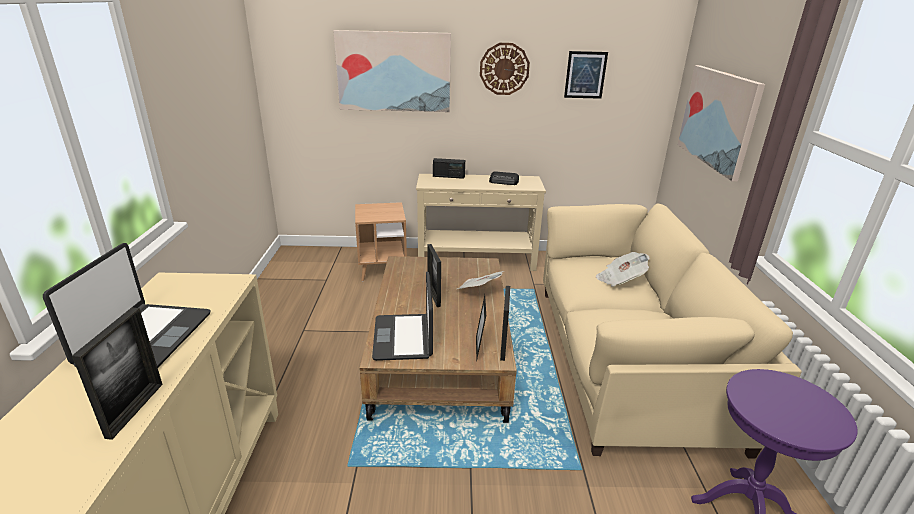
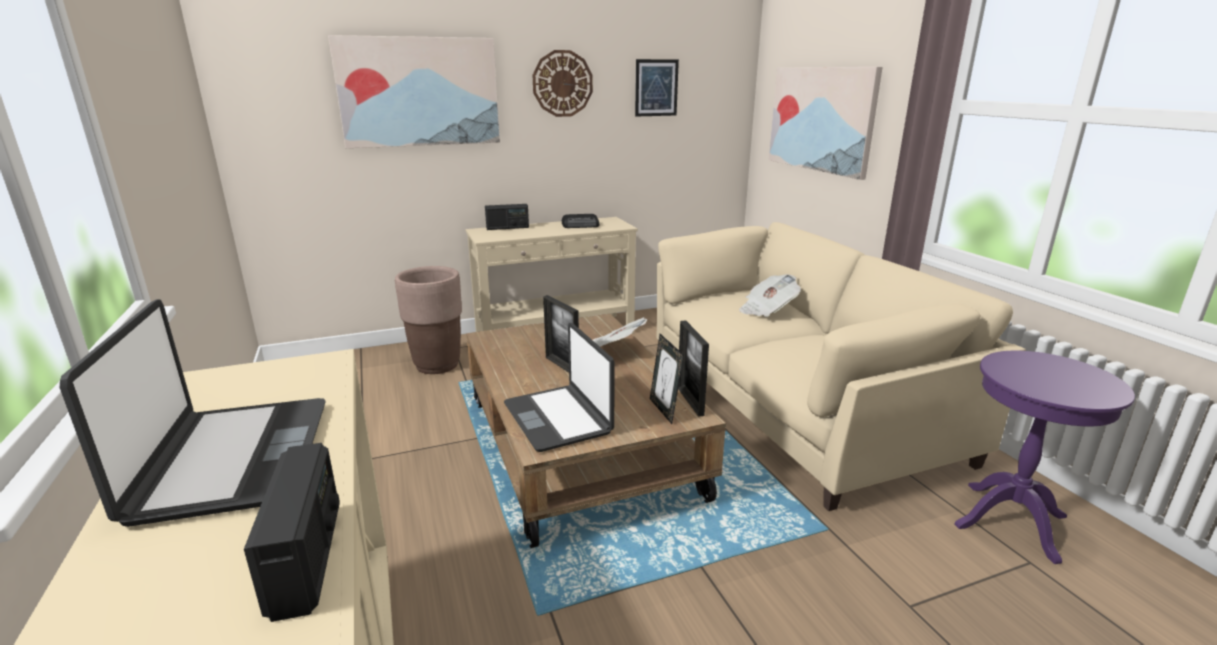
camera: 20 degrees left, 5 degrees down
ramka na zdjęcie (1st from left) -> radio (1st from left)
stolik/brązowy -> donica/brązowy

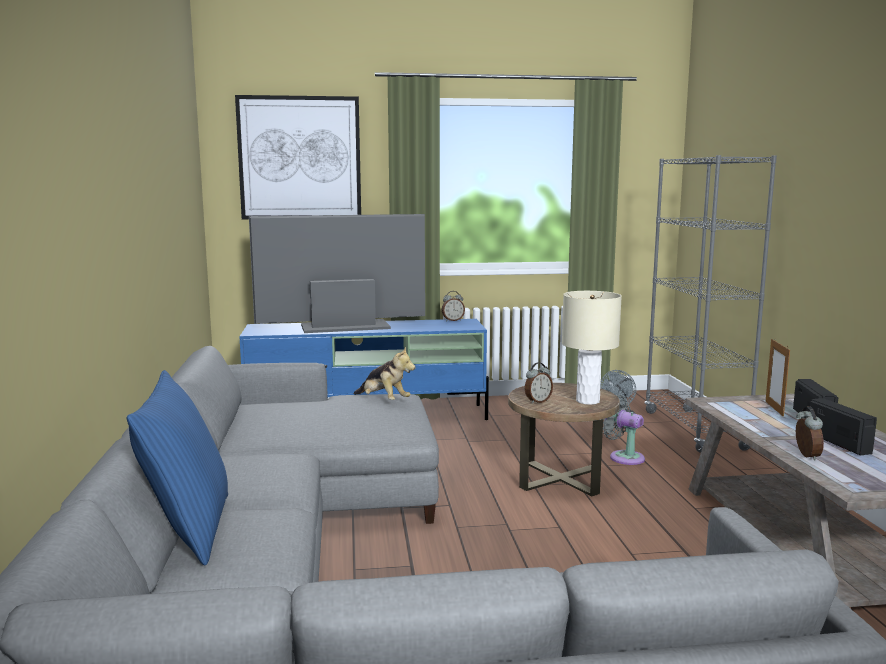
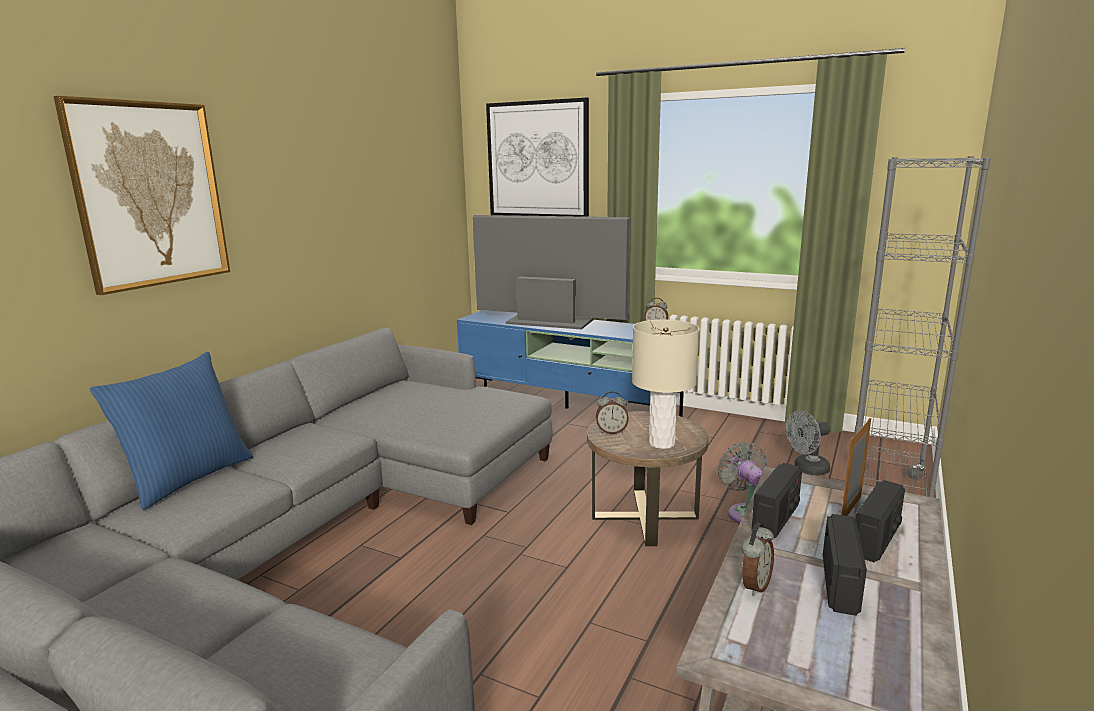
camera: 35 degrees right, 5 degrees up
pluszak -> none
none -> obraz (1st from left)
none -> radio (1st from left)

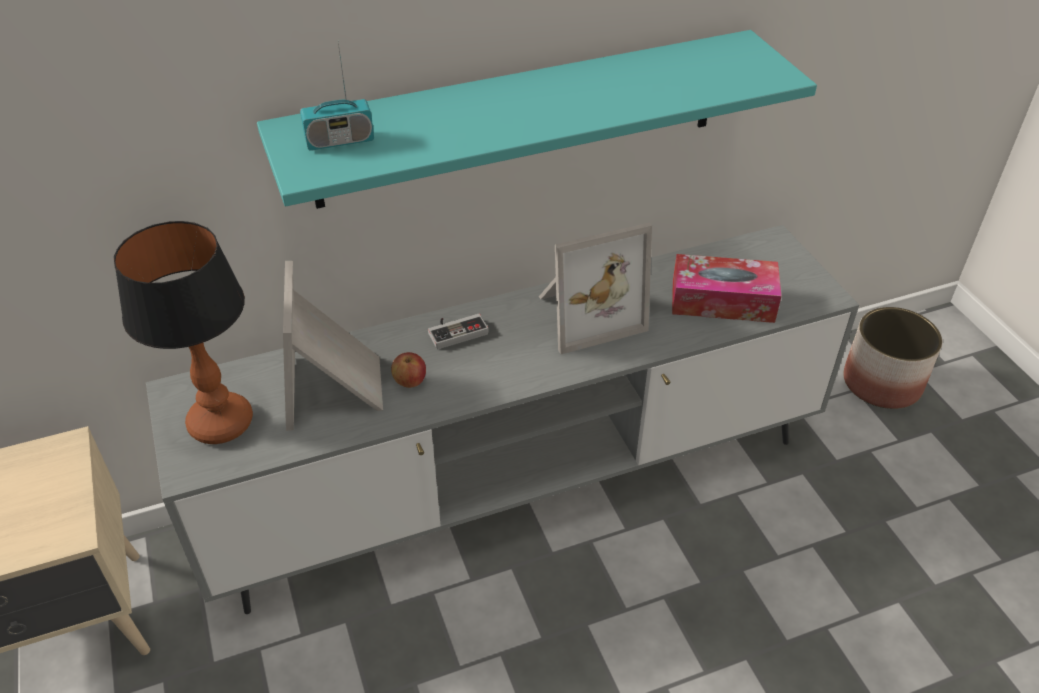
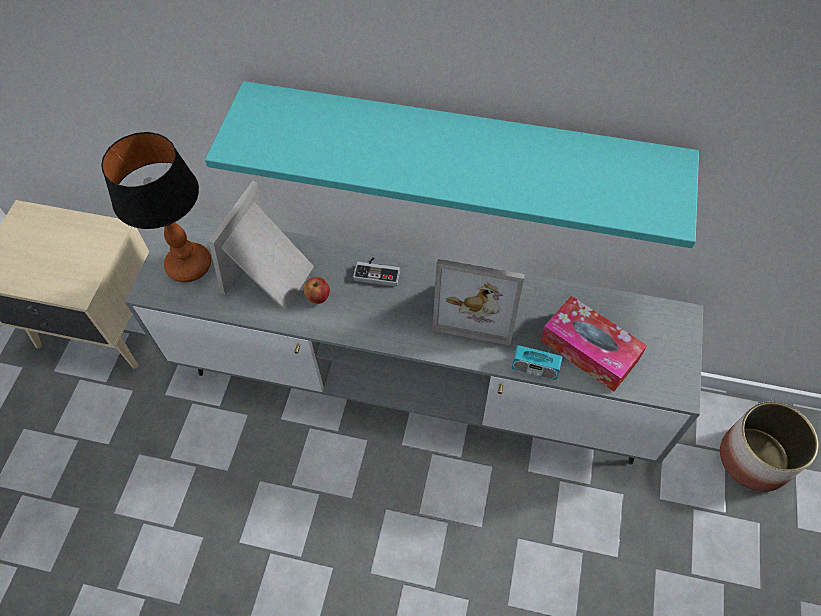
camera: 35 degrees right, 15 degrees up
radio, moved

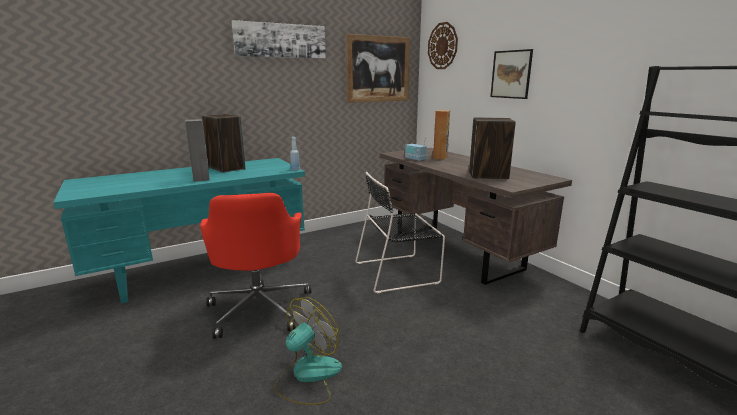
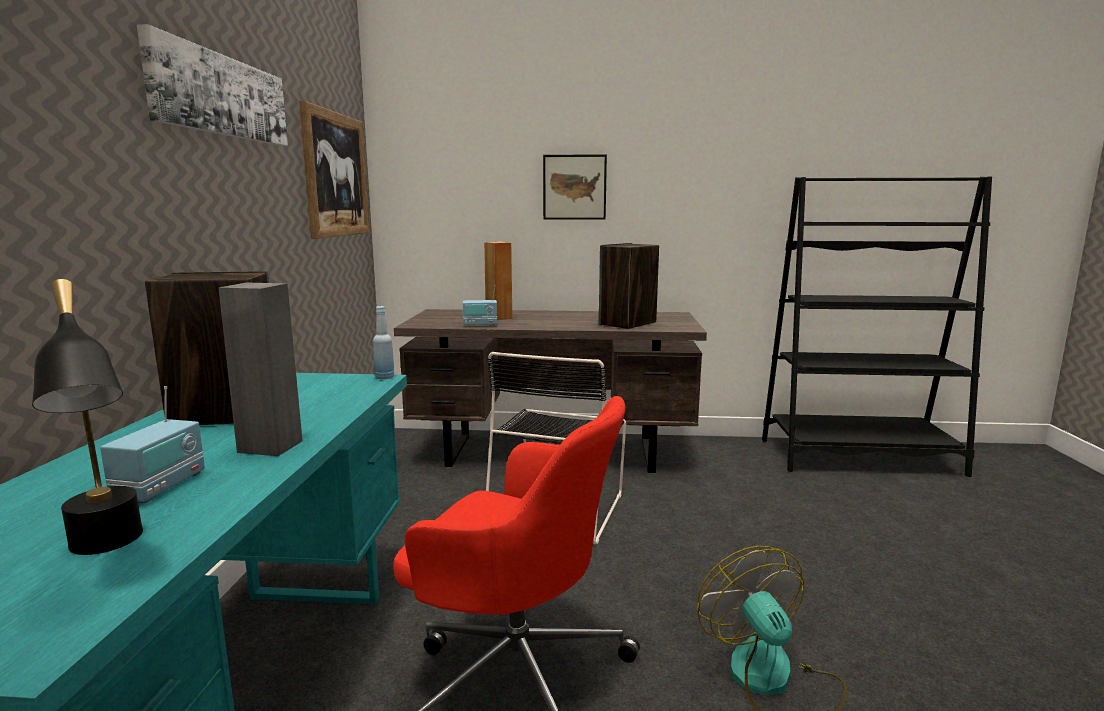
camera: 55 degrees left, 5 degrees down
zegar ścienny -> none
none -> lampa stołowa/czarny
none -> radio (1st from left)

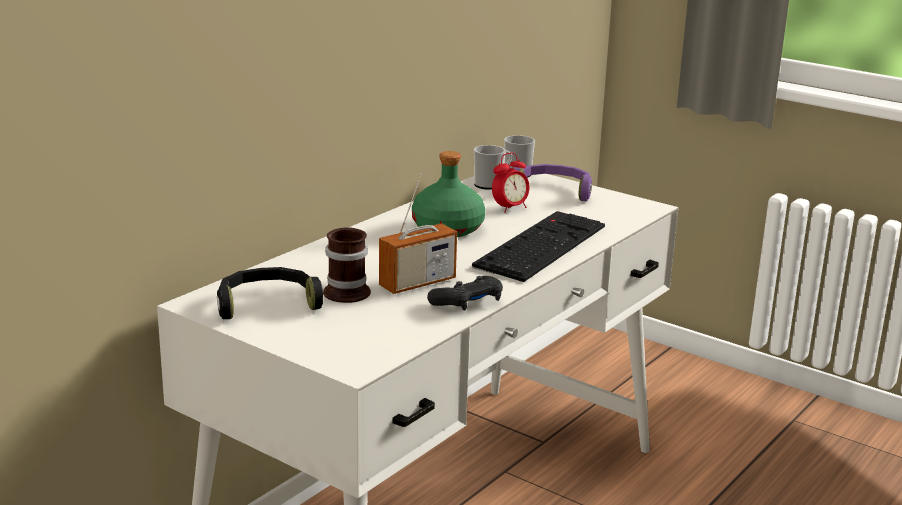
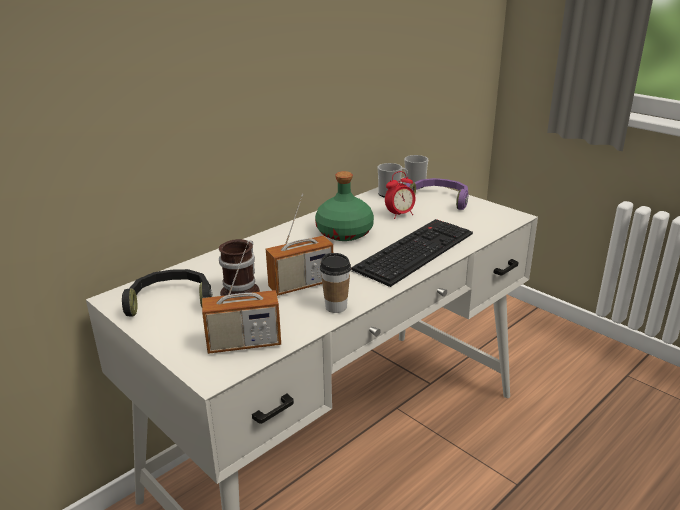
camera: 10 degrees right, 5 degrees up
none -> radio (1st from left)
pad do gier/czarny -> filiżanka

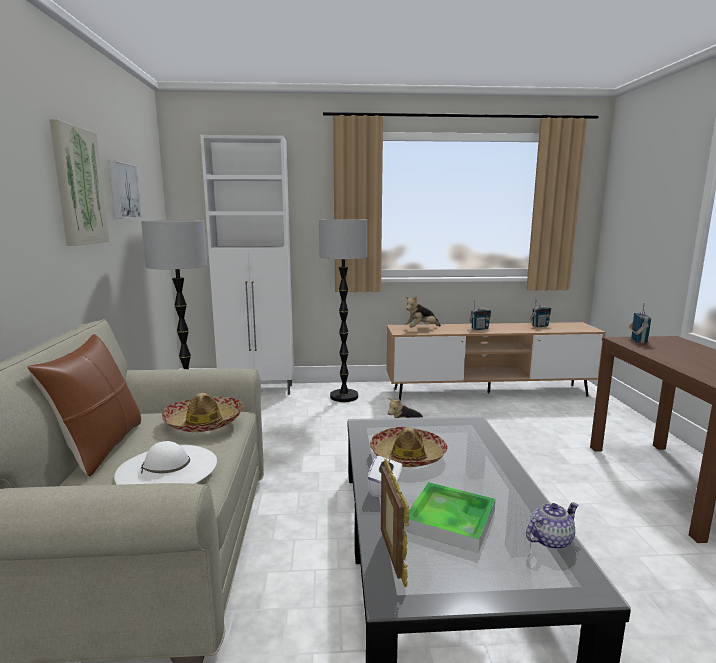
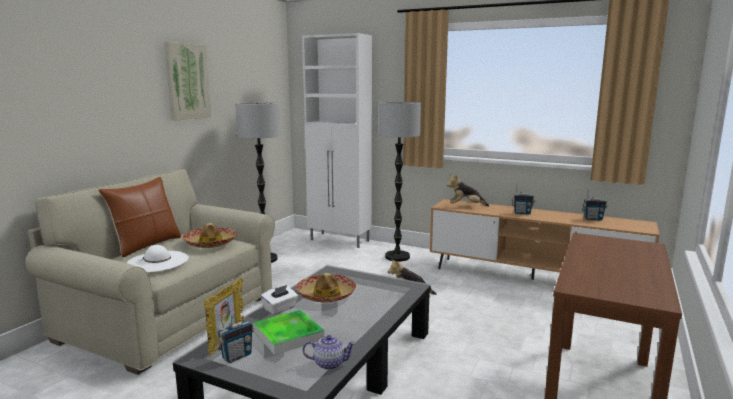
camera: 30 degrees right, 0 degrees up
obraz (2nd from left) -> none
radio (3rd from left in the first image) -> radio (1st from left), moved

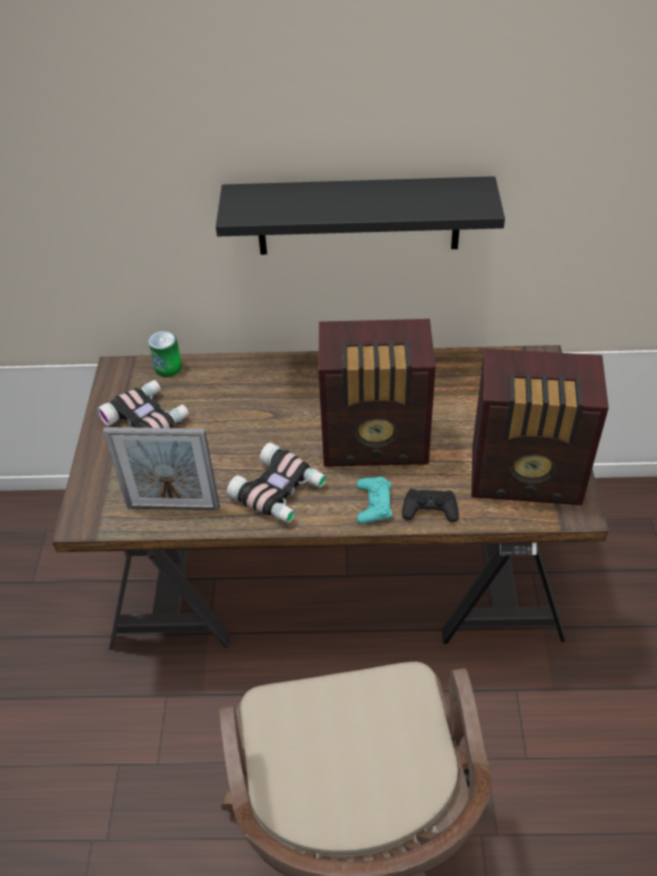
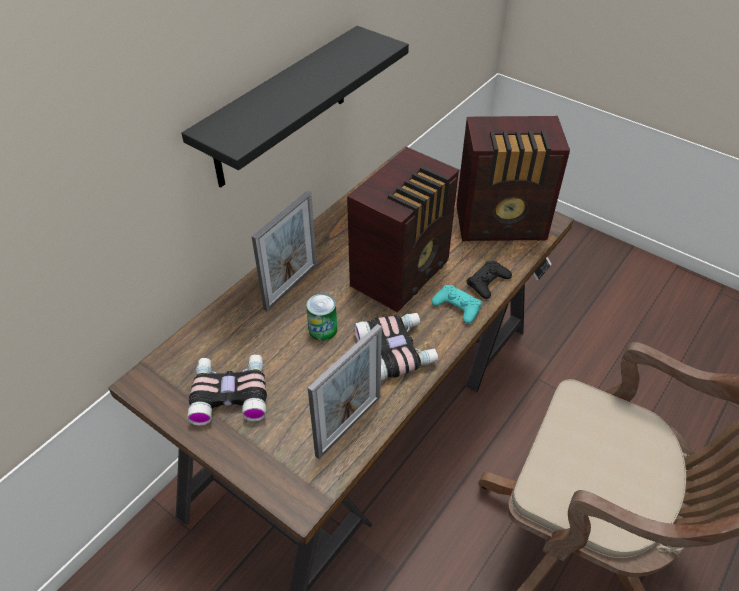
camera: 55 degrees left, 0 degrees up
none -> ramka na zdjęcie (1st from left)
puszka, moved
radio (2nd from left), 45 degrees clockwise

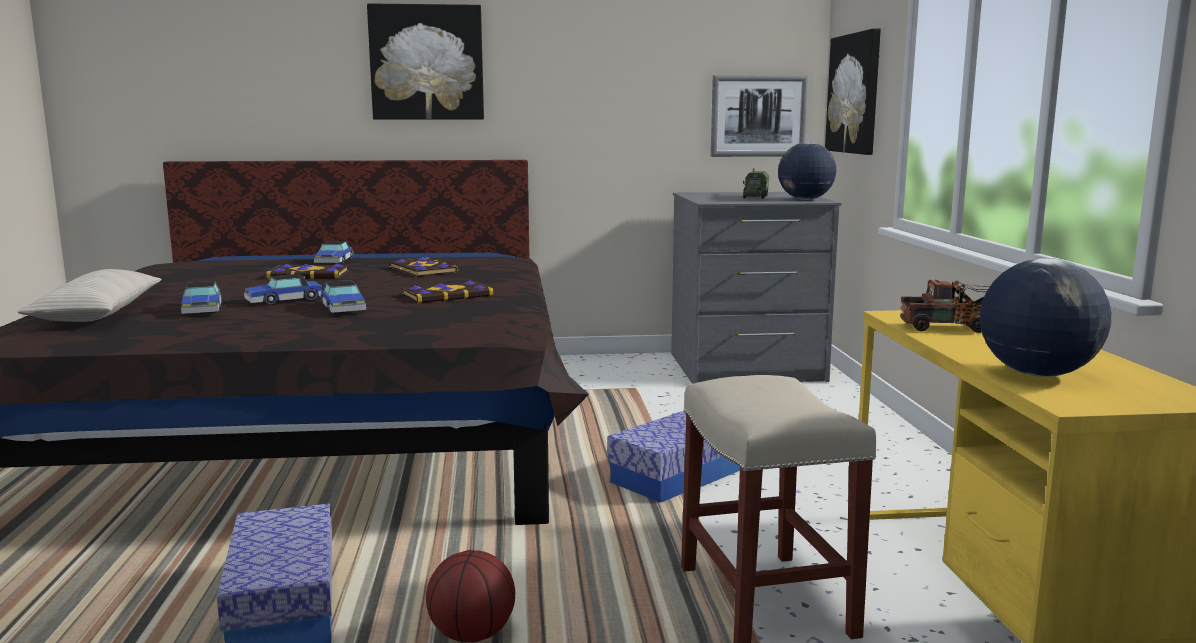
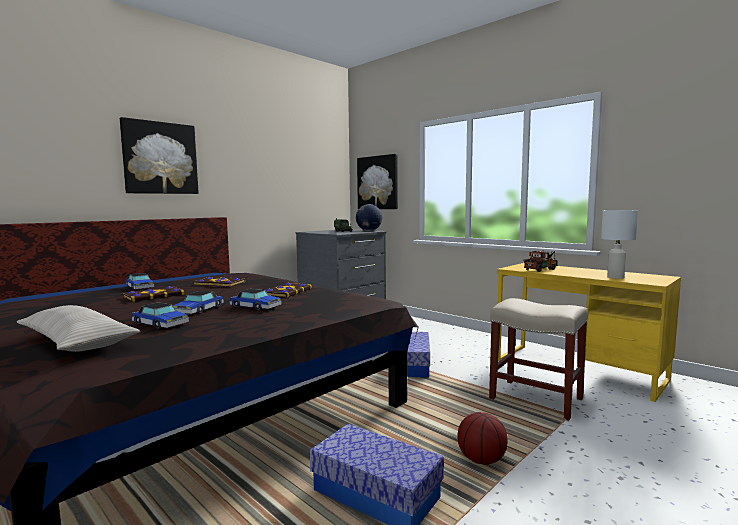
camera: 40 degrees left, 5 degrees down
obraz (2nd from left) -> none
globus (2nd from left) -> lampa stołowa/biały

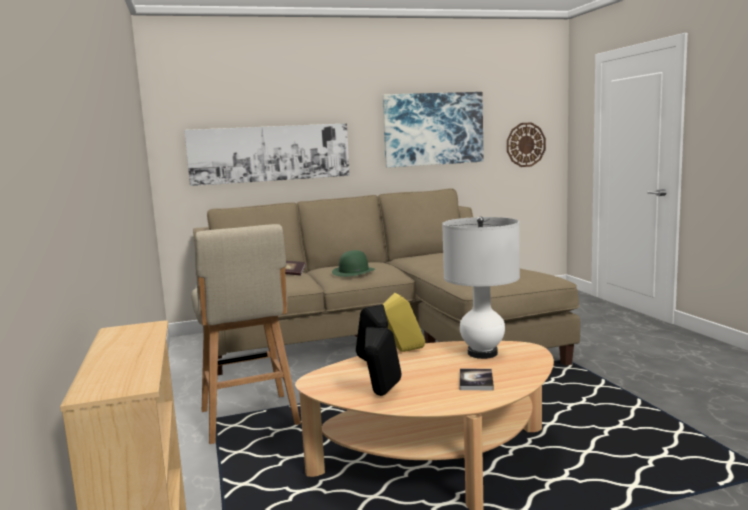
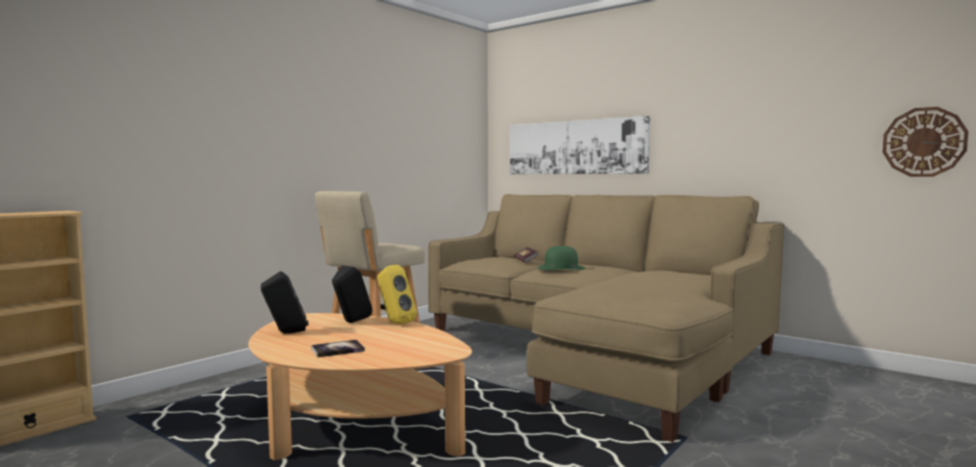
camera: 55 degrees right, 5 degrees down
obraz (2nd from left) -> none
lampa stołowa/biały -> none

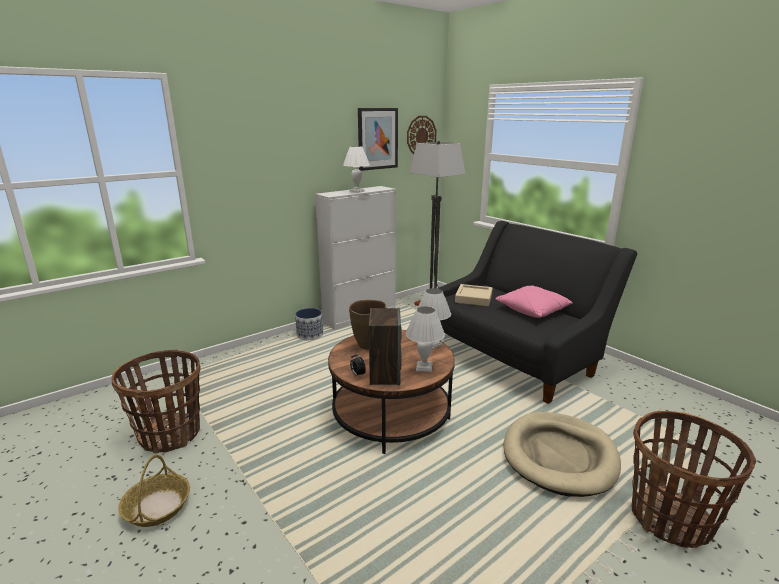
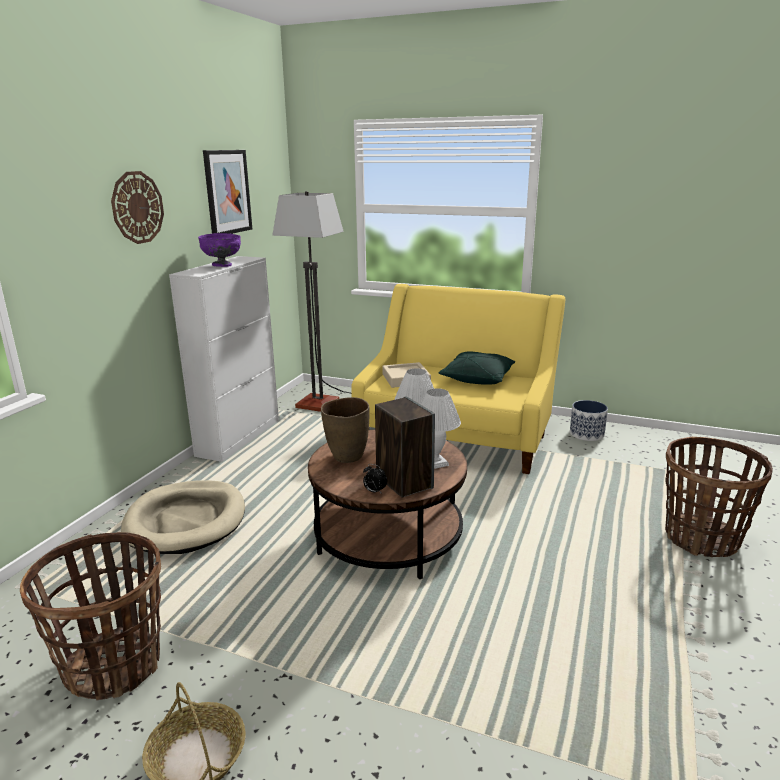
camera: 30 degrees left, 0 degrees up
donica, moved
zegar ścienny, moved
legowisko/beżowy, moved
lampa stołowa/biały (1st from left) -> miska/fioletowy
kanapa/czarny -> kanapa/żółty
poduszka/różowy -> poduszka/zielony

